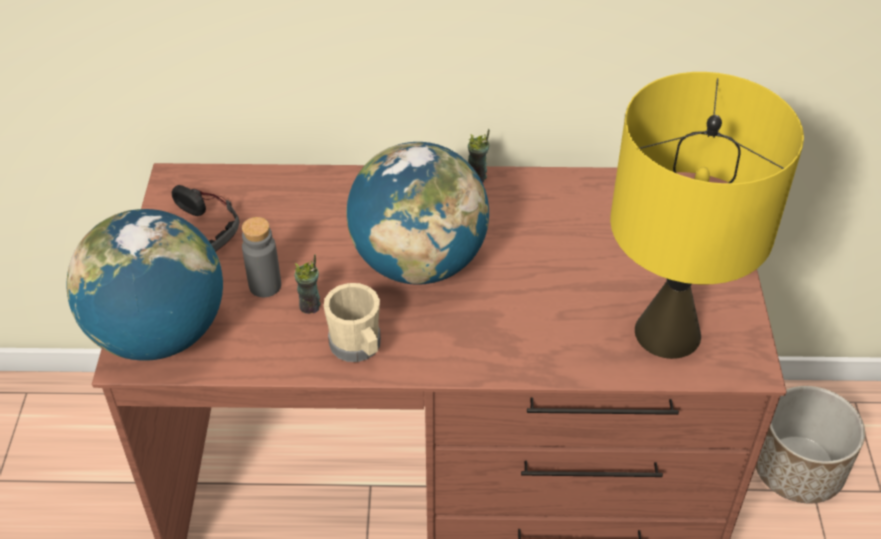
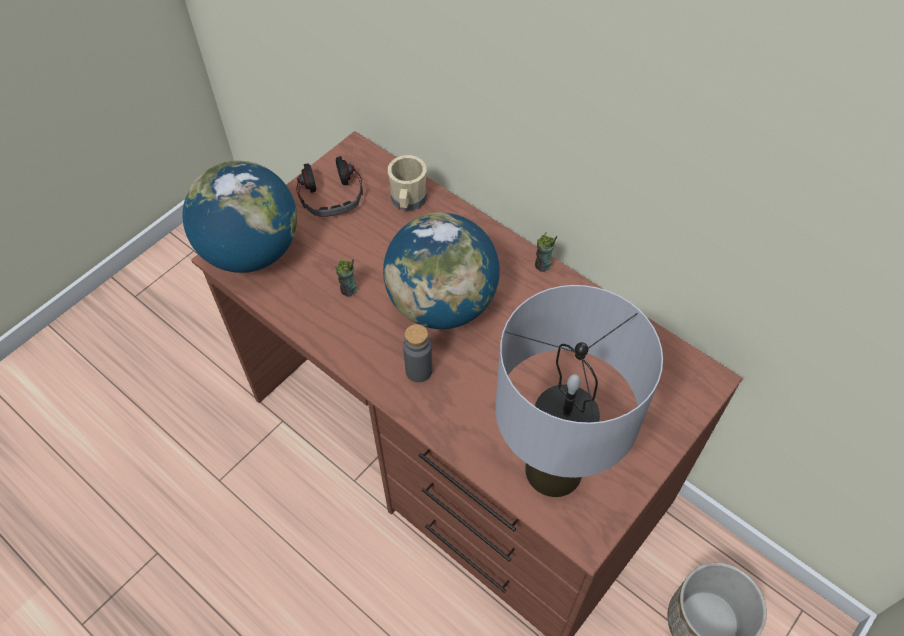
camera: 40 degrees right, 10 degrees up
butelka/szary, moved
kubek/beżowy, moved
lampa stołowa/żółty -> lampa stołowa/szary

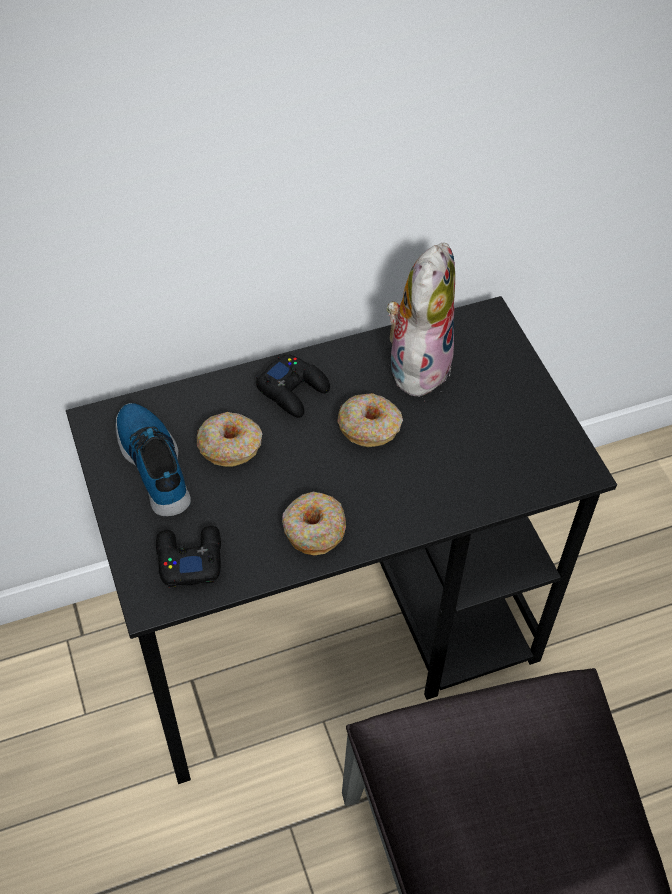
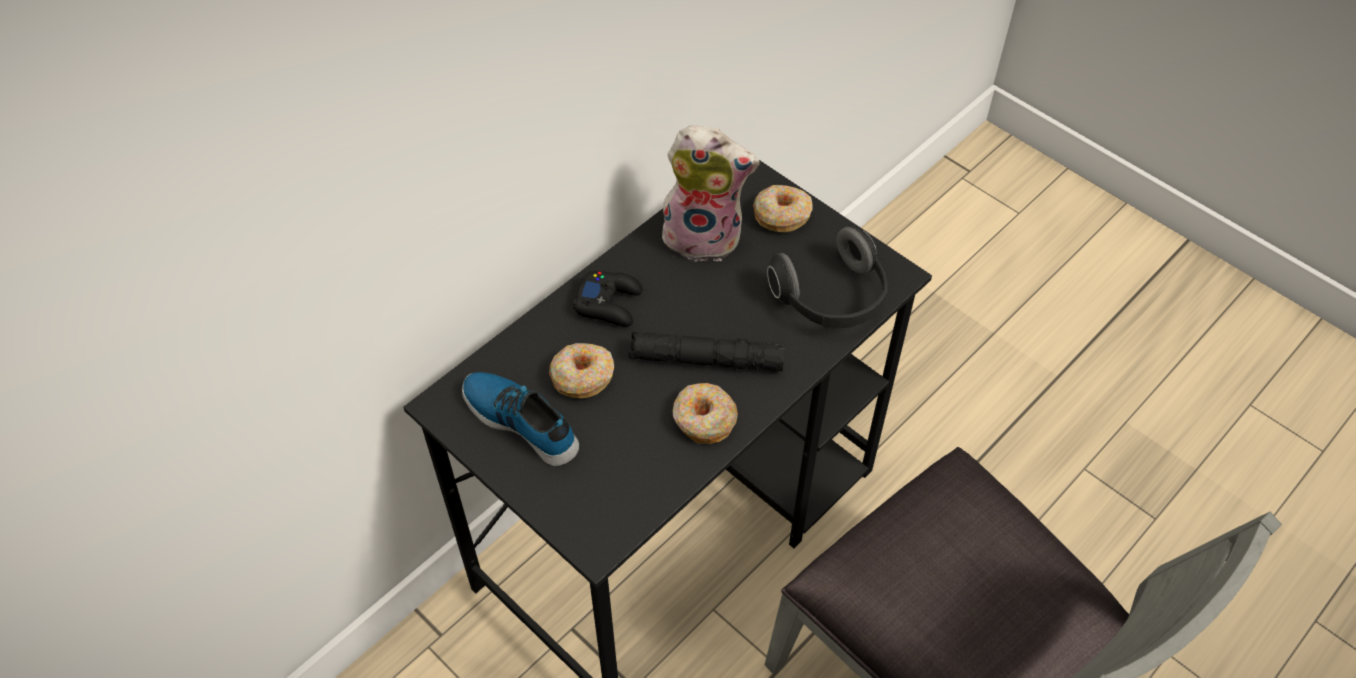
camera: 25 degrees left, 0 degrees up
pad do gier/czarny (1st from left) -> none
none -> latarka/czarny
none -> słuchawki
donut (3rd from left), moved
pluszak, 105 degrees clockwise

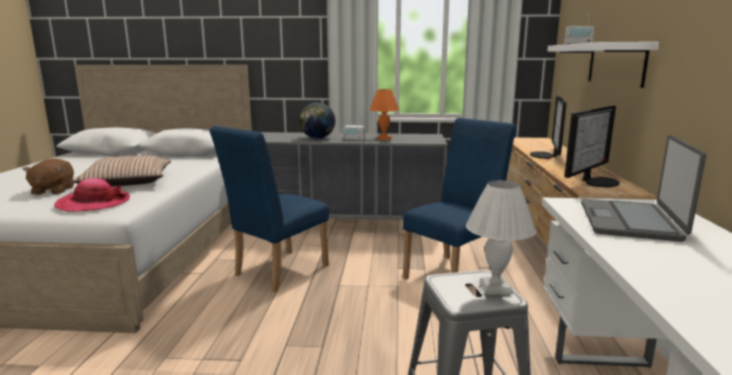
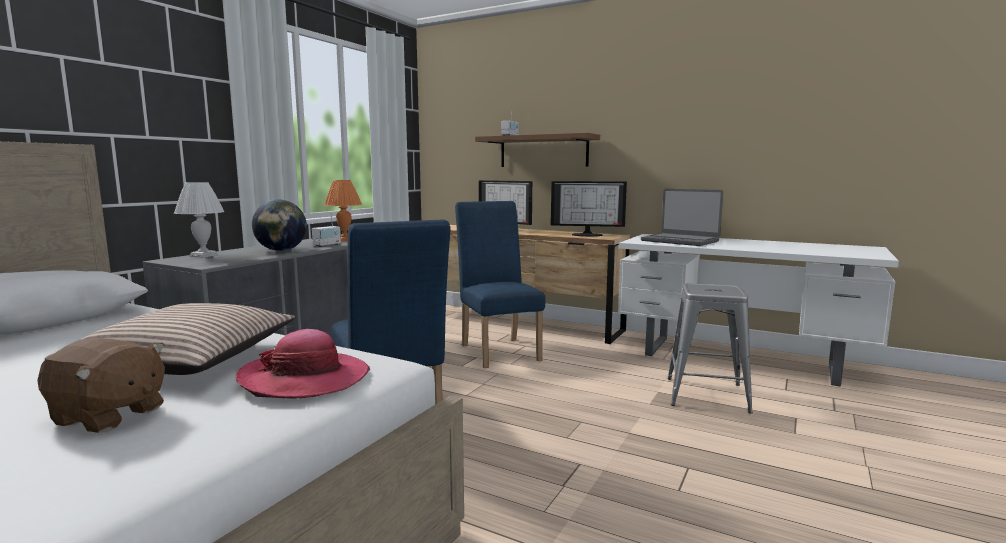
camera: 65 degrees left, 5 degrees down
lampa stołowa/biały, moved
półka/biały -> półka/brązowy
monitor (2nd from left), 120 degrees clockwise

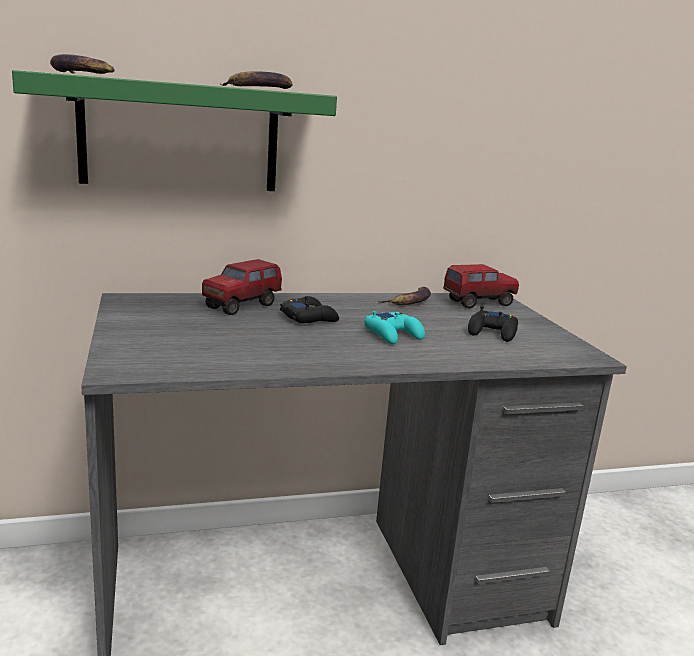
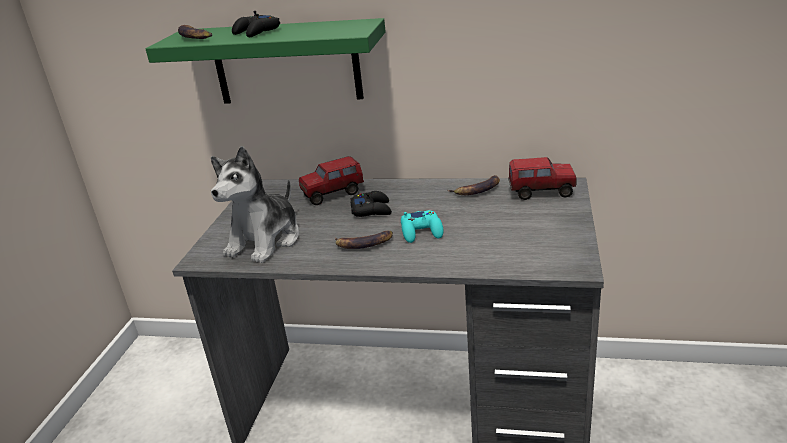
camera: 30 degrees right, 10 degrees up
none -> pluszak
banan (2nd from left), moved
pad do gier/czarny (2nd from left in the first image) -> pad do gier/czarny (1st from left), moved

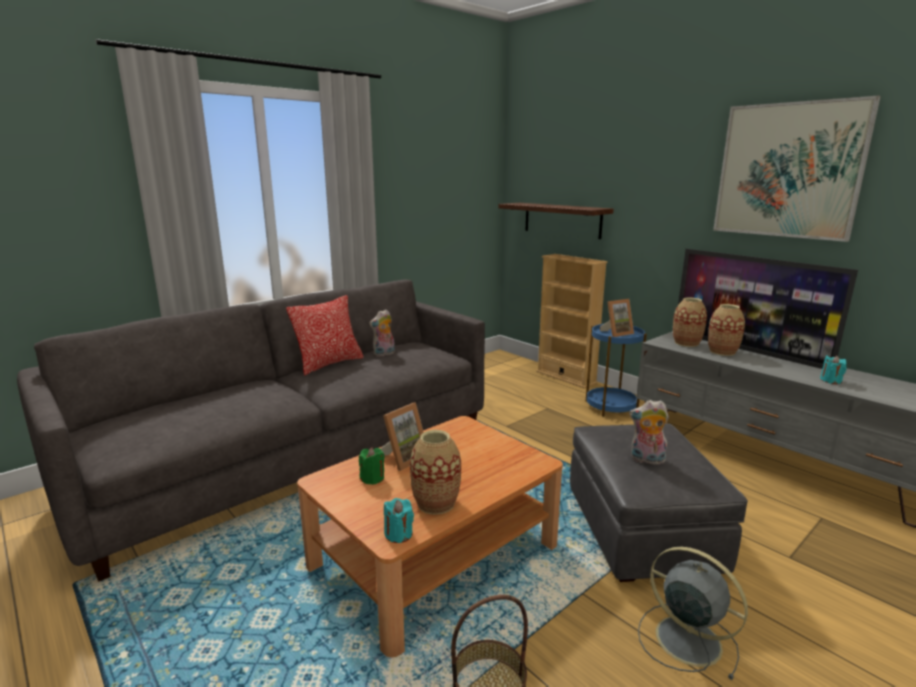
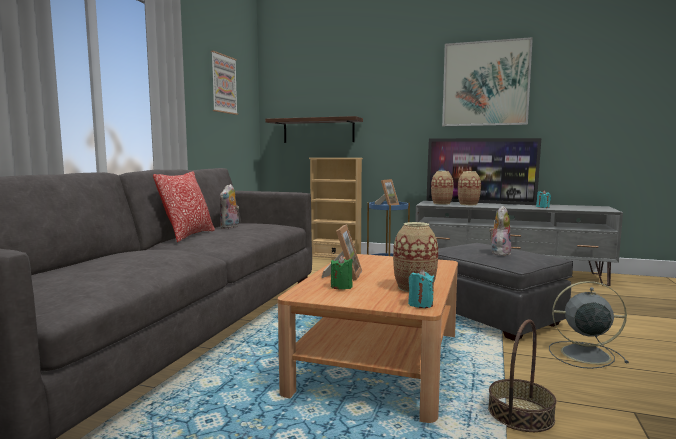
camera: 30 degrees left, 10 degrees down
none -> obraz (1st from left)
pluszak (2nd from left), 135 degrees clockwise

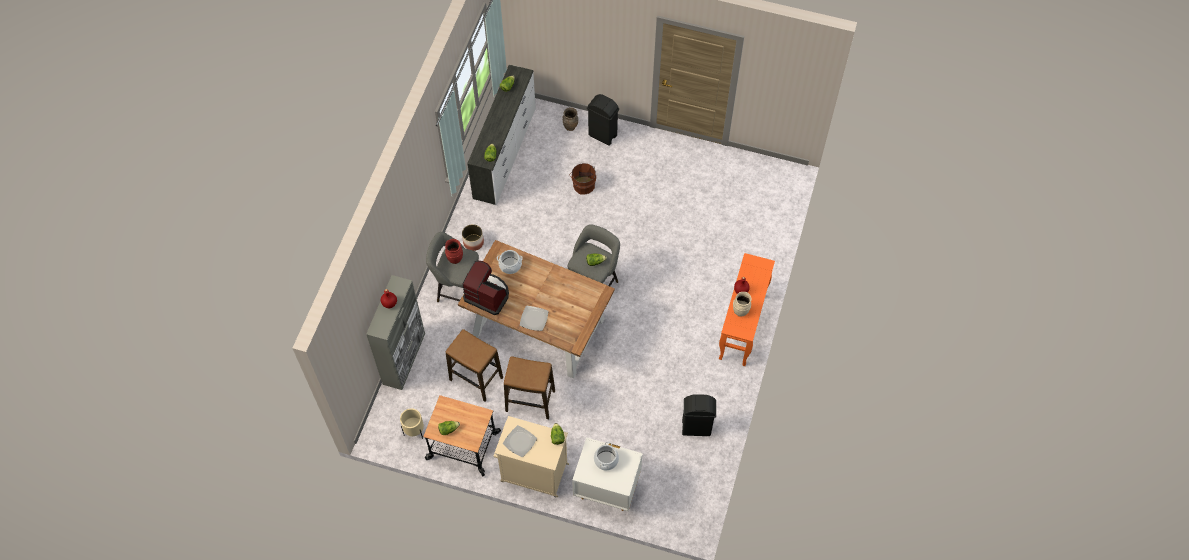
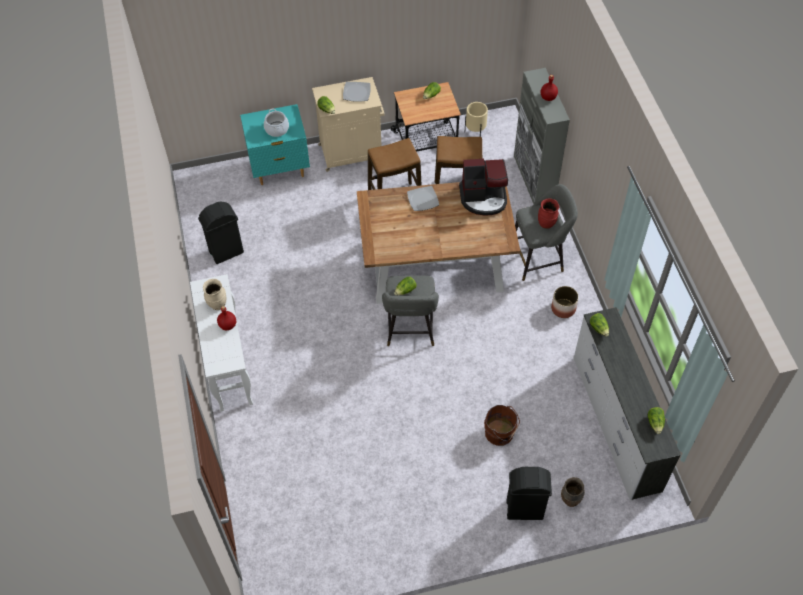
camera: 150 degrees right, 5 degrees down
garnek (1st from left) -> none
szafka nocna/biały -> szafka nocna/turkusowy
stolik konsolowy/pomarańczowy -> stolik konsolowy/biały

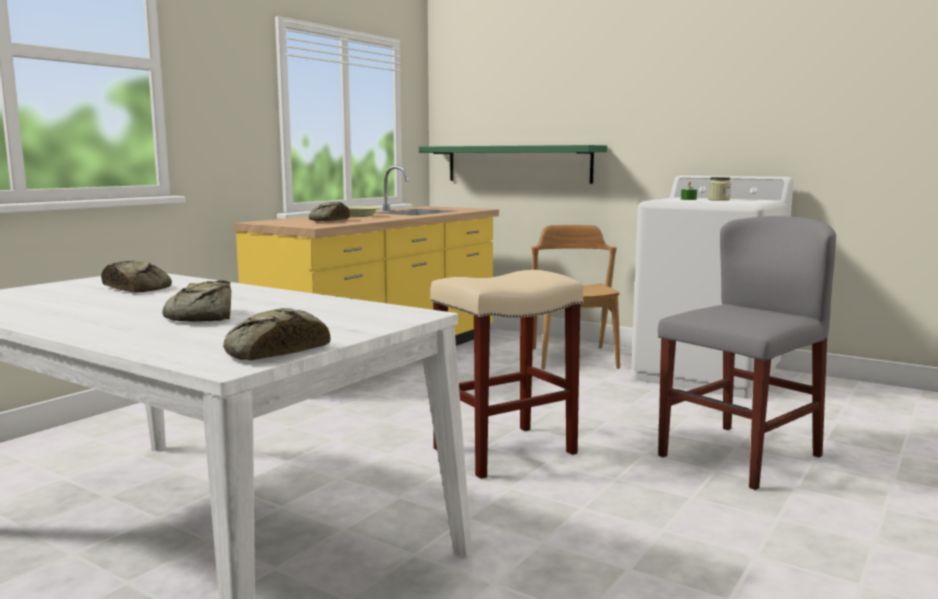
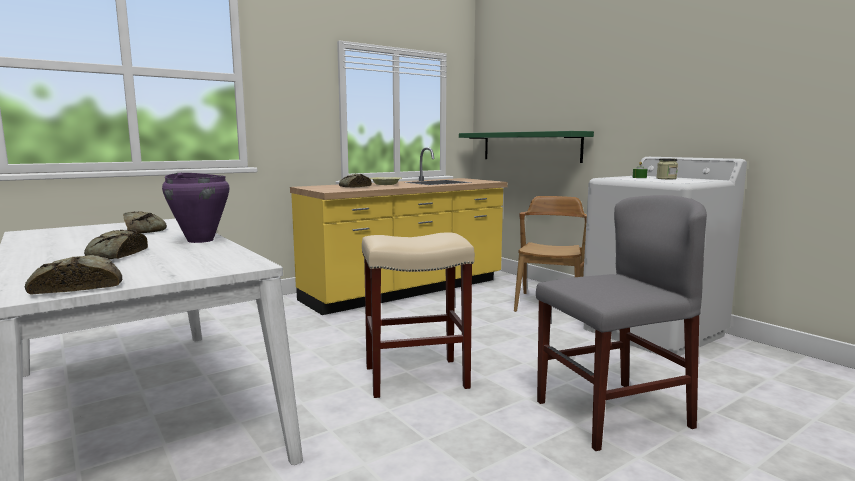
camera: 20 degrees right, 0 degrees up
none -> garnek/fioletowy

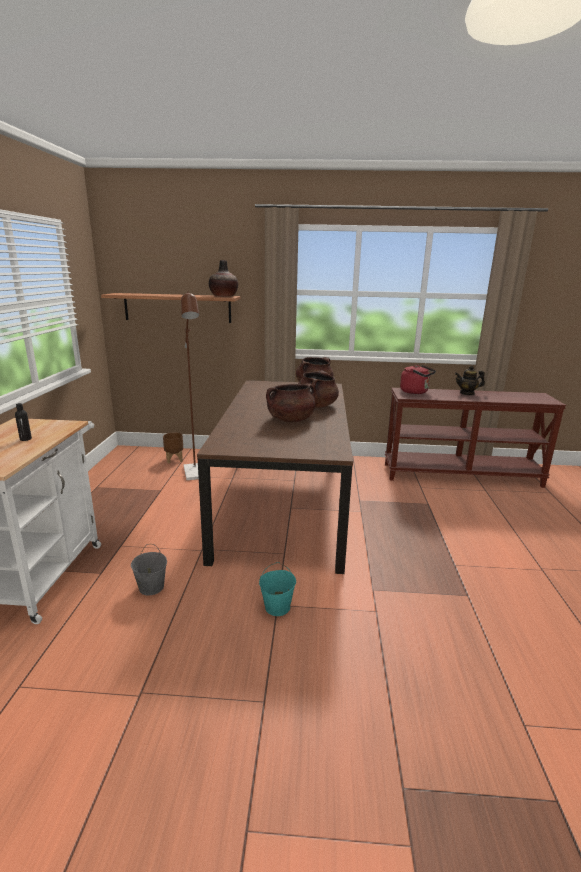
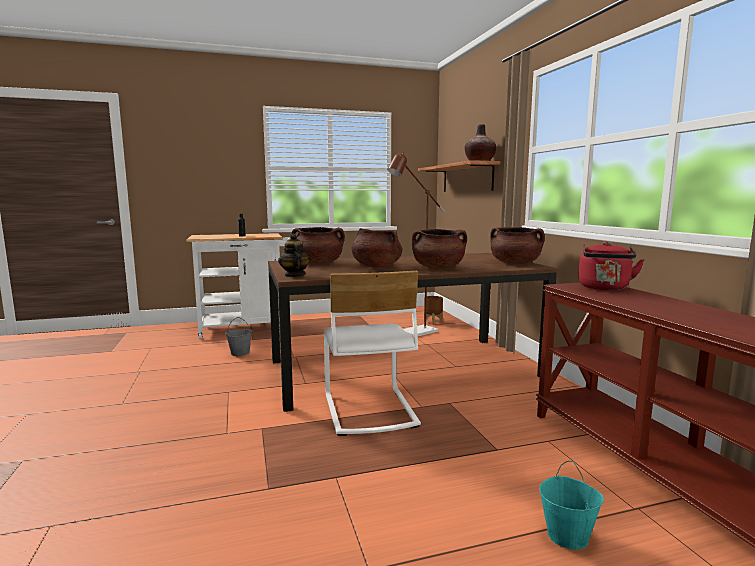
camera: 70 degrees right, 10 degrees down
none -> garnek/brązowy (1st from left)
none -> krzesło/biały
wiadro/turkusowy, moved
imbryk, moved

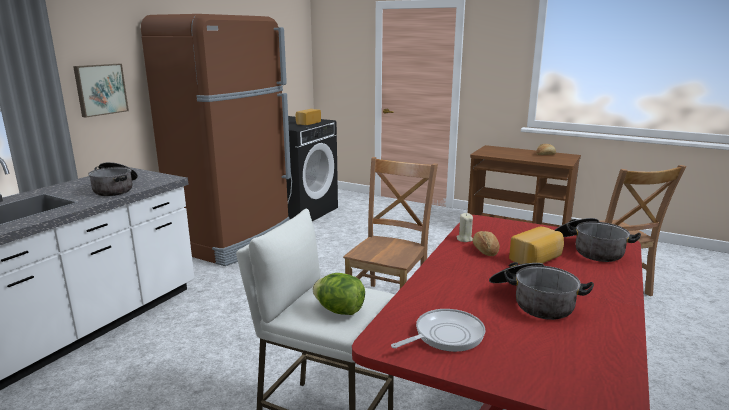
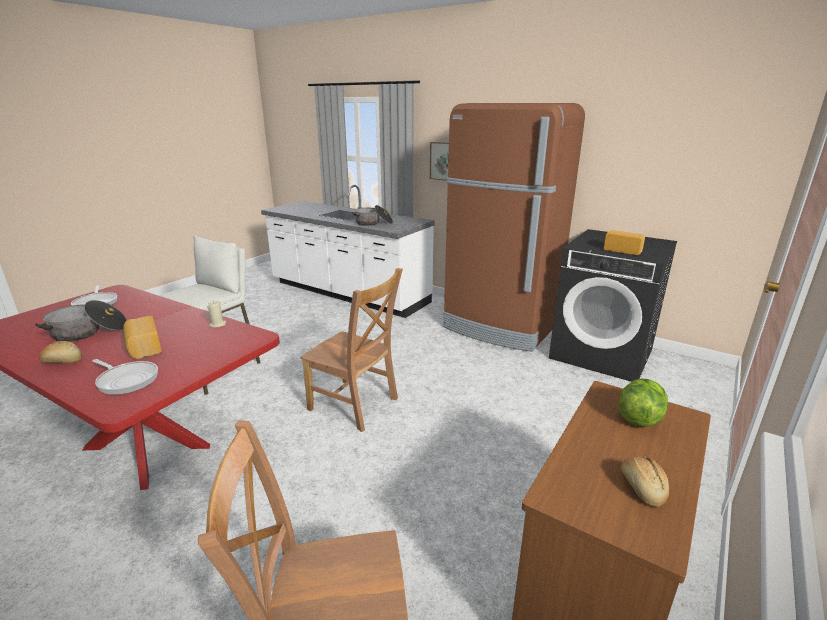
camera: 95 degrees right, 5 degrees up
sałata, moved
chleb (2nd from left in the first image) -> chleb (1st from left), moved
garnek (3rd from left) -> patelnia (2nd from left)

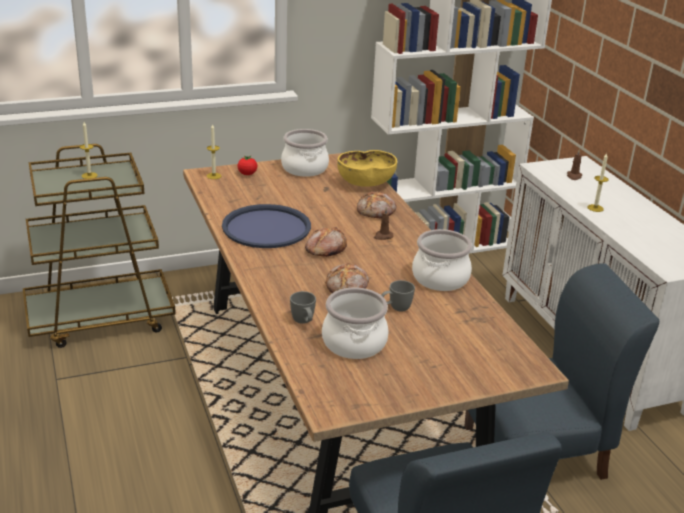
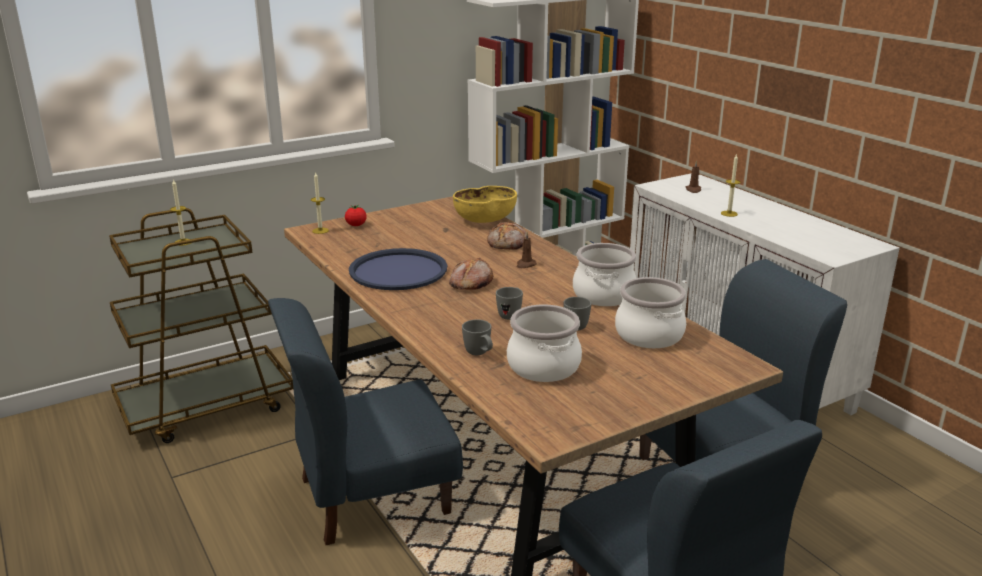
camera: 10 degrees left, 5 degrees down
none -> krzesło/niebieski (1st from left)
garnek (1st from left in the first image) -> garnek (3rd from left), moved
chleb (2nd from left) -> kubek/szary (2nd from left)

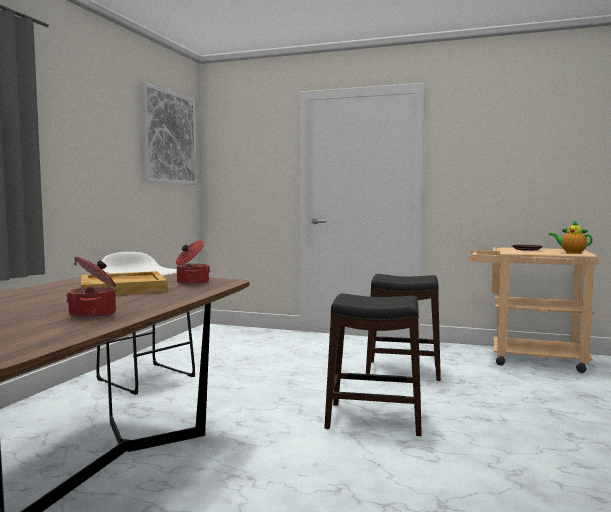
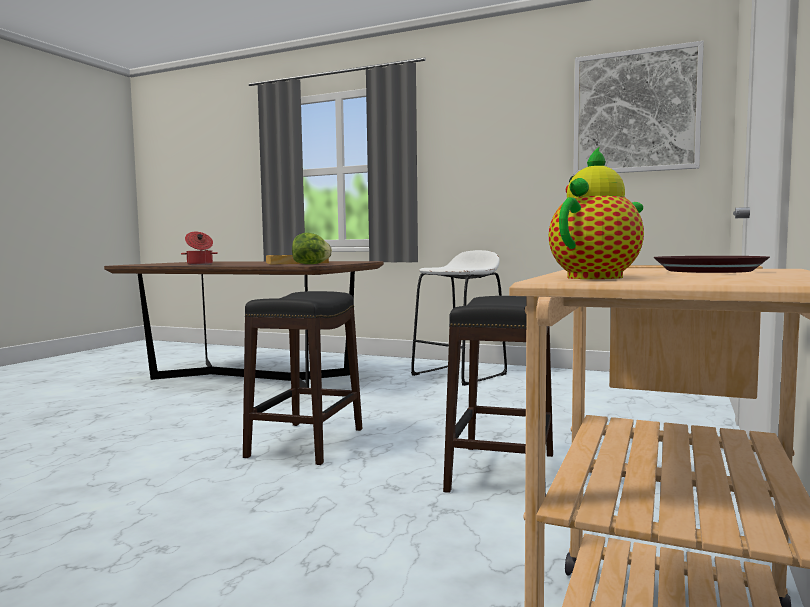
camera: 95 degrees right, 0 degrees up
garnek (2nd from left) -> sałata

